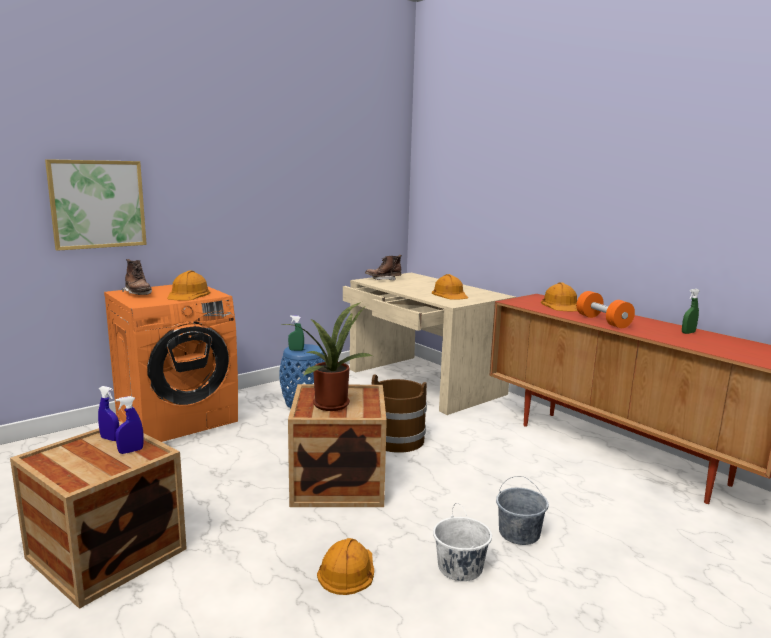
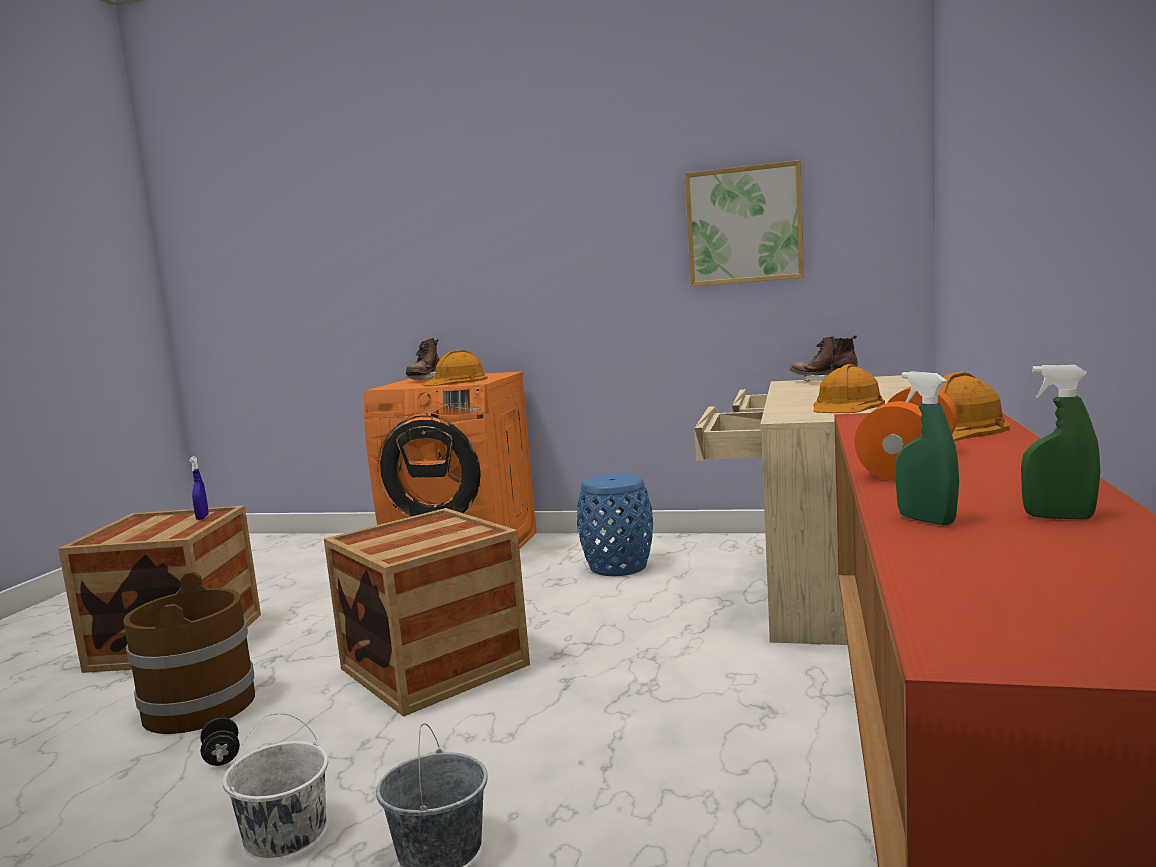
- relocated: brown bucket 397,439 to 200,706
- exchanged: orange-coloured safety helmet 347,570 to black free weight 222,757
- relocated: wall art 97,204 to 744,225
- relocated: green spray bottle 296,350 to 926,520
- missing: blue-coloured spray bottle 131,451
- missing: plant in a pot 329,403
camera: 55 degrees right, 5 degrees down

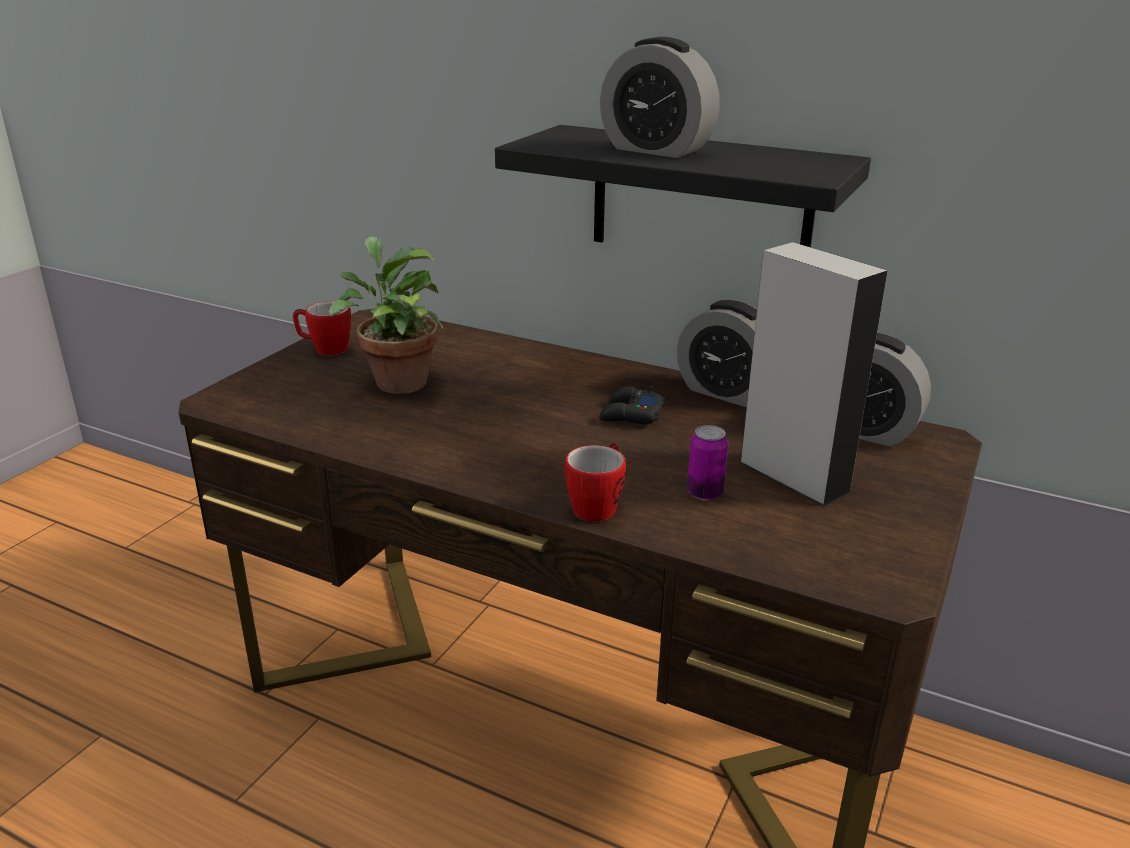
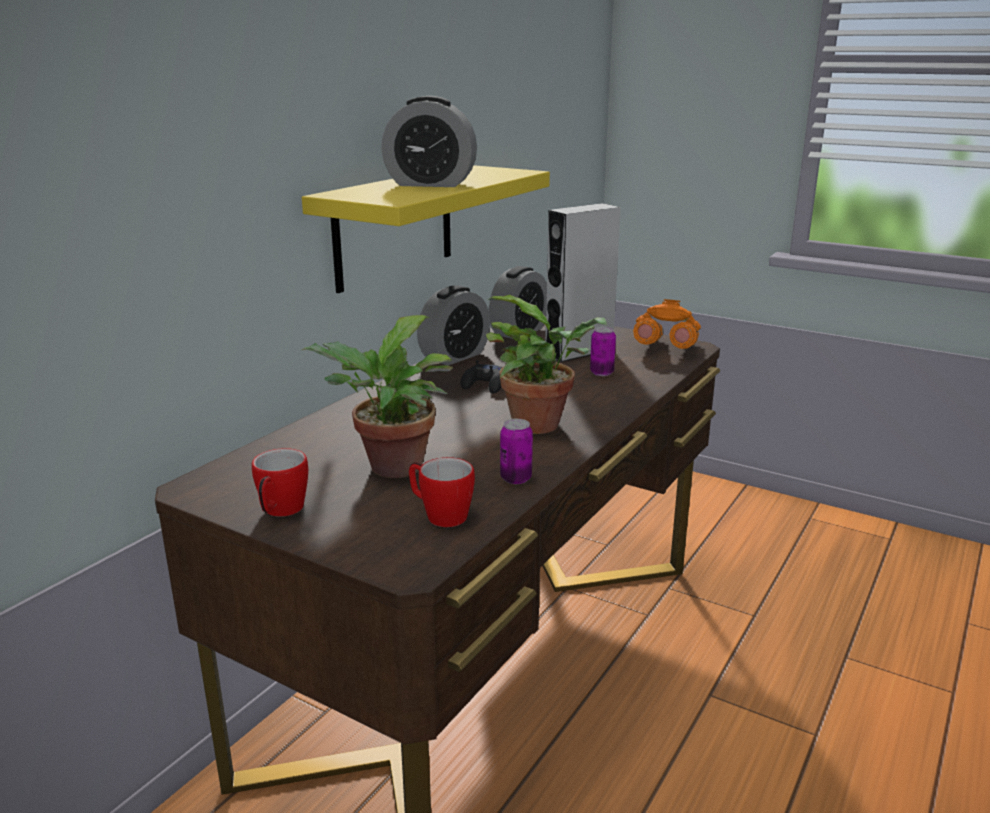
- colour: black bracket shelf 700,199 to yellow-coloured bracket shelf 394,226
- spun: bedside clock 656,150 = 430,184 60 degrees clockwise
- relocated: coffee mug 598,506 to 440,515
- appeared: plant in a pot 542,425
- appeared: can 516,478
- appeared: orange-coloured field glasses 665,349
camera: 85 degrees left, 5 degrees down

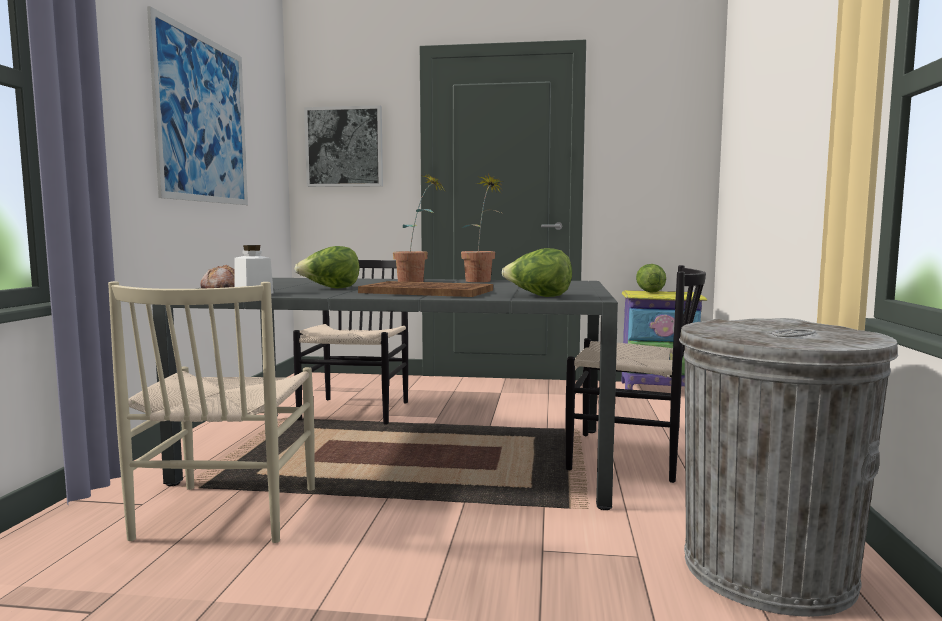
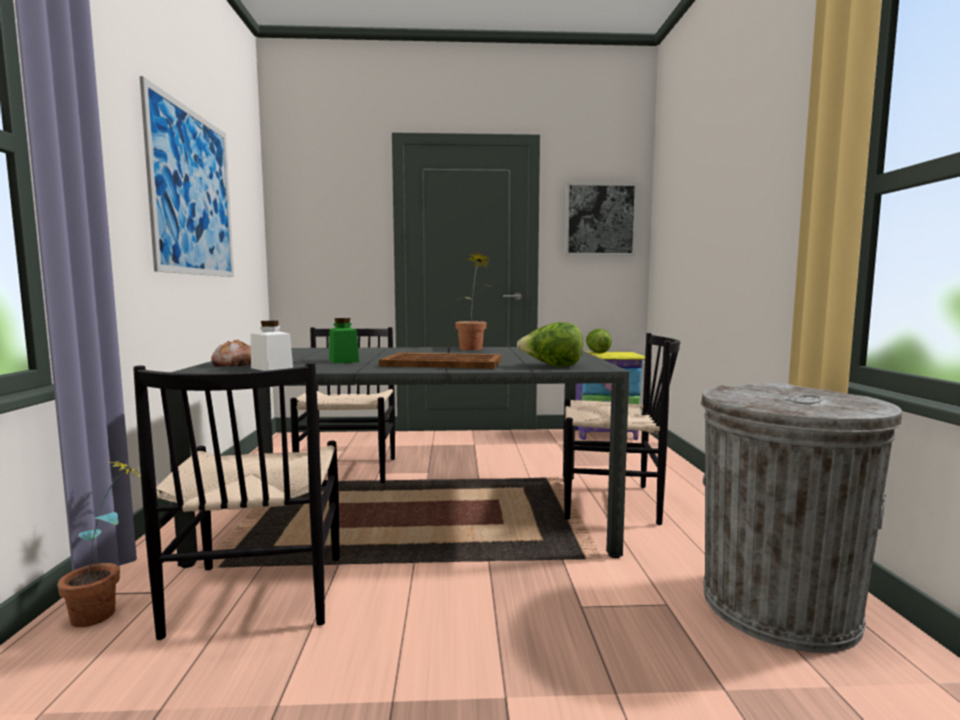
- relocated: plant in a pot 418,281 to 108,611
- colour: sand-coloured upright chair 225,517 to black upright chair 256,599
- exchanged: lettuce head 330,288 to green jar 343,361
- relocated: wall art 344,147 to 600,220
camera: 10 degrees left, 0 degrees up

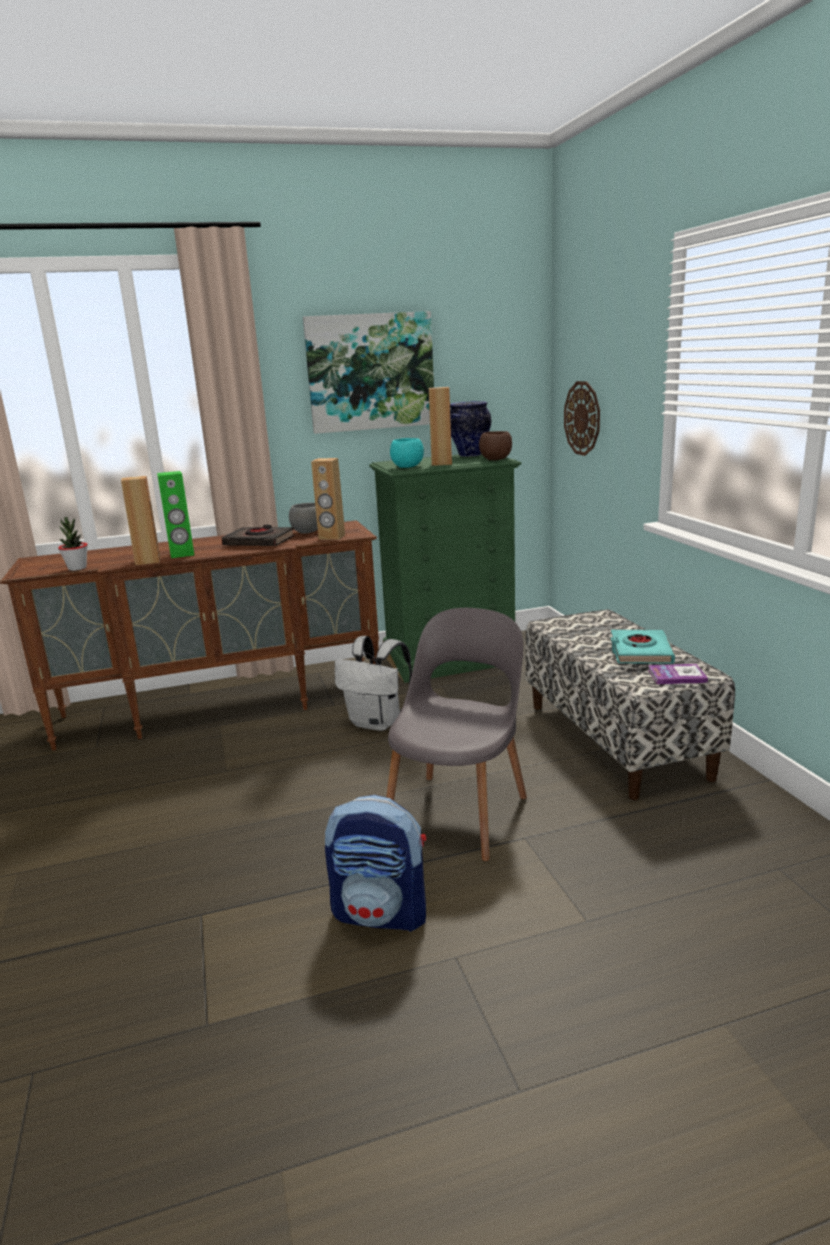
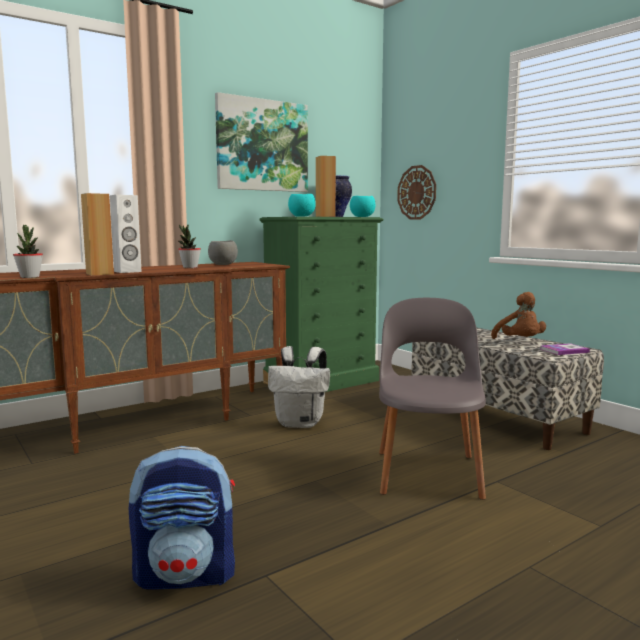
- colour: green speaker 182,554 to whitish speaker 127,271
- relocated: knapsack 381,913 to 186,575
- exchanged: black bound book 259,542 to plant in a pot 190,267
- colour: brown bowl 495,459 to turquoise bowl 362,216
- exchanged: turquoise bound book 640,652 to brown cuddly toy 520,342
- missing: brown speaker 331,537
camera: 20 degrees left, 10 degrees down

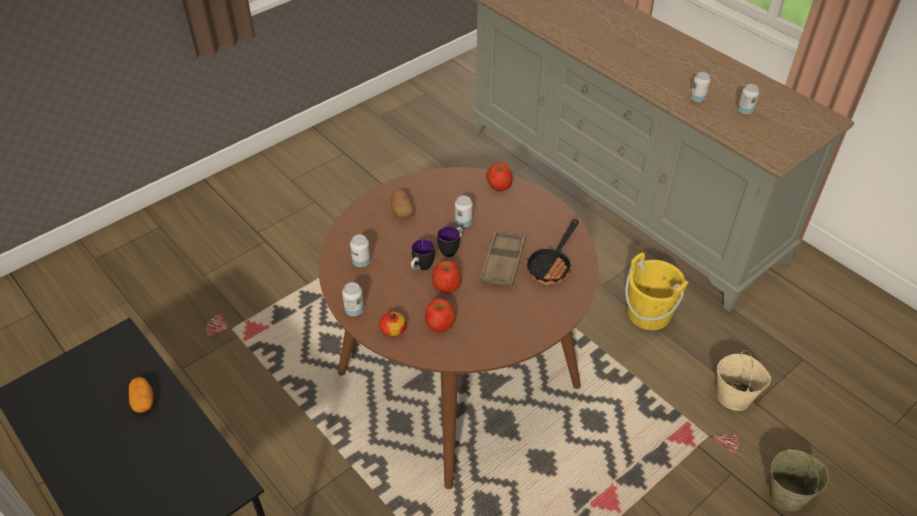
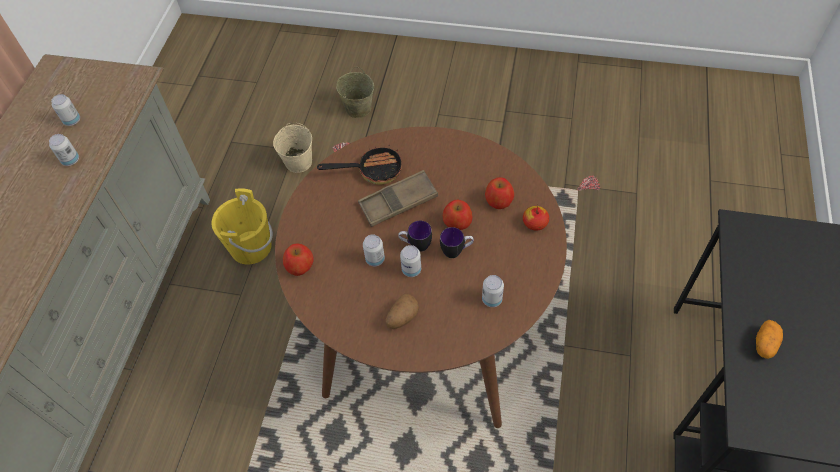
- relocated: can 354,310 to 411,270
camera: 125 degrees left, 10 degrees up

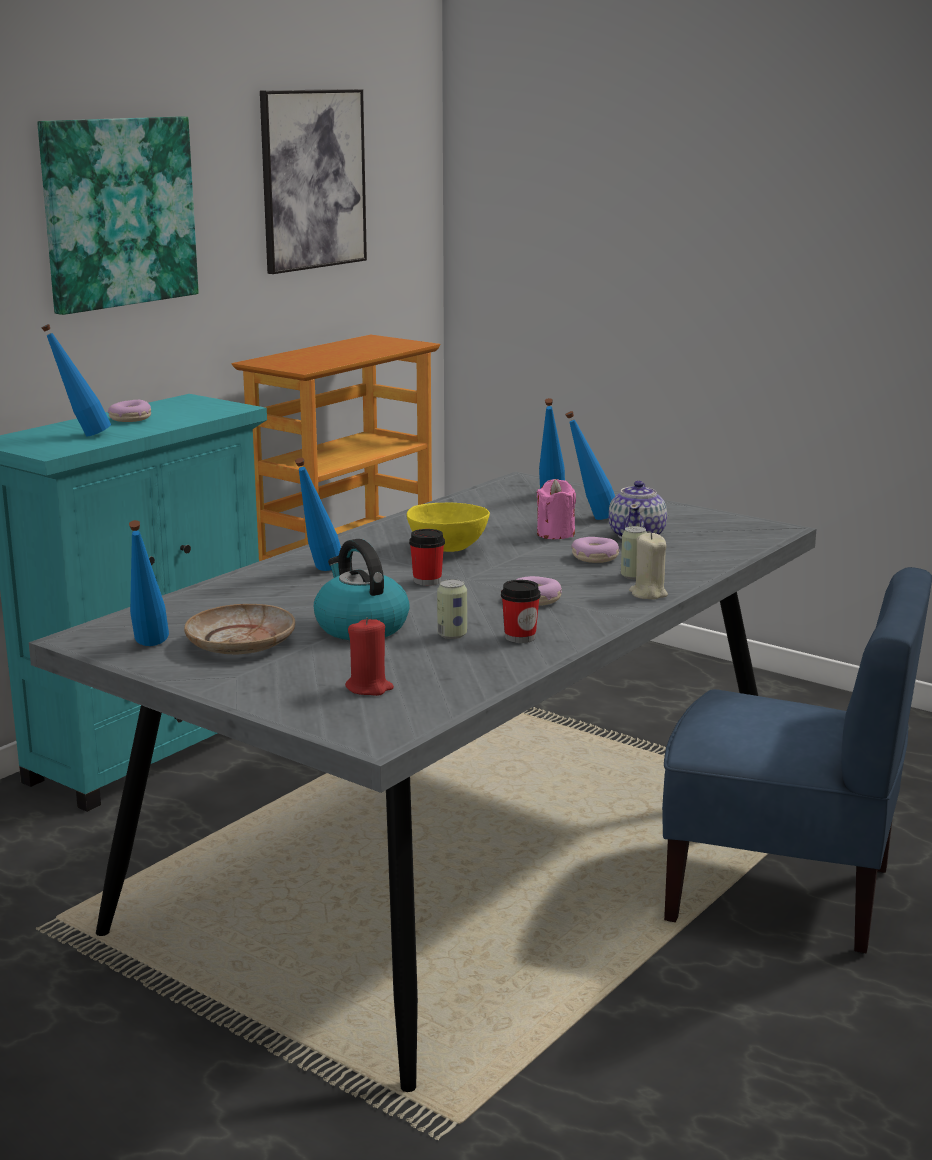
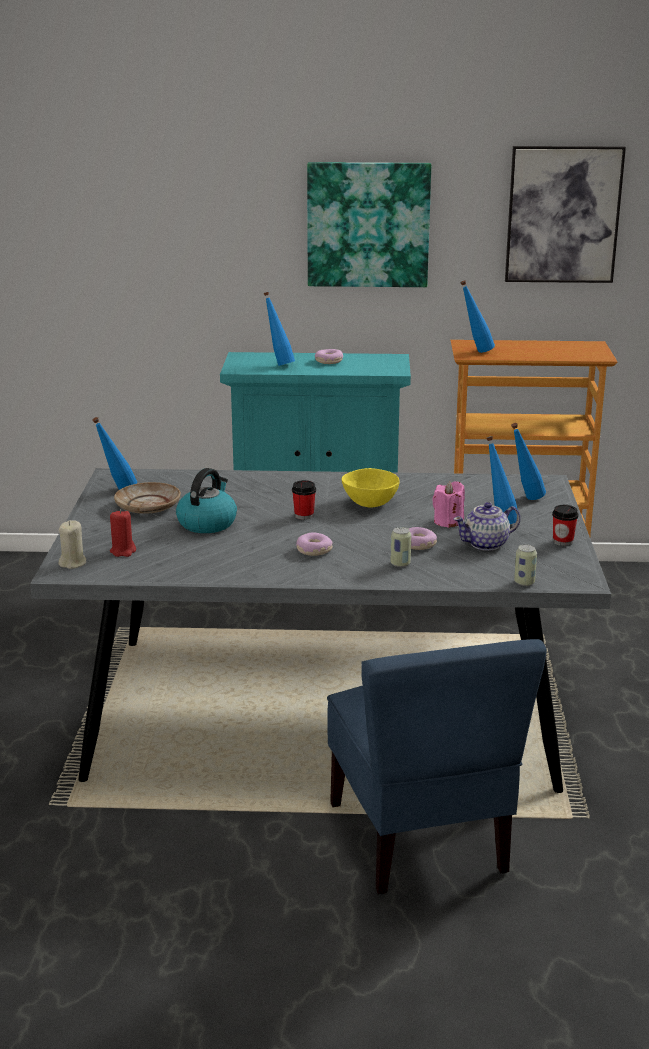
- relocated: sand-coloured wax light 648,594 to 73,563
- relocated: blue-coloured beverage bottle 319,571 to 475,352
- relocated: can 452,635 to 524,582
- relocated: cup 520,637 to 563,541
camera: 55 degrees right, 5 degrees up

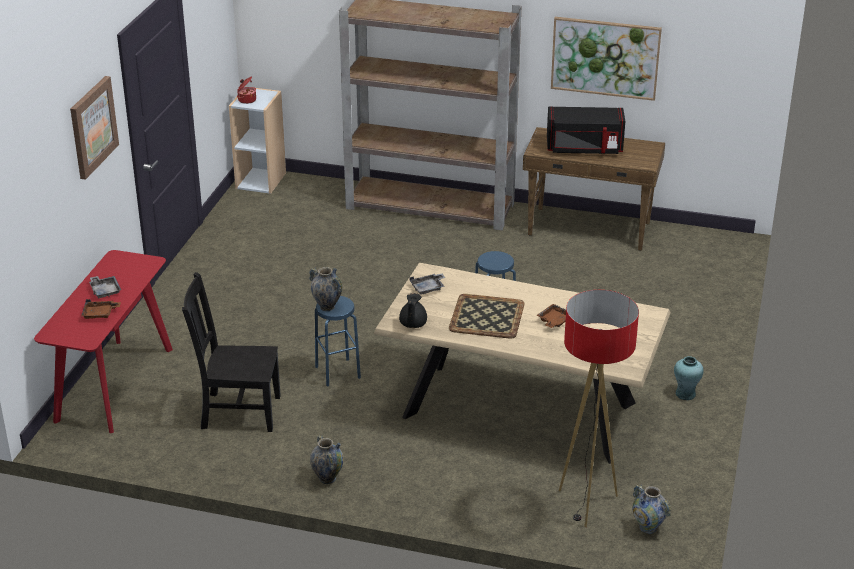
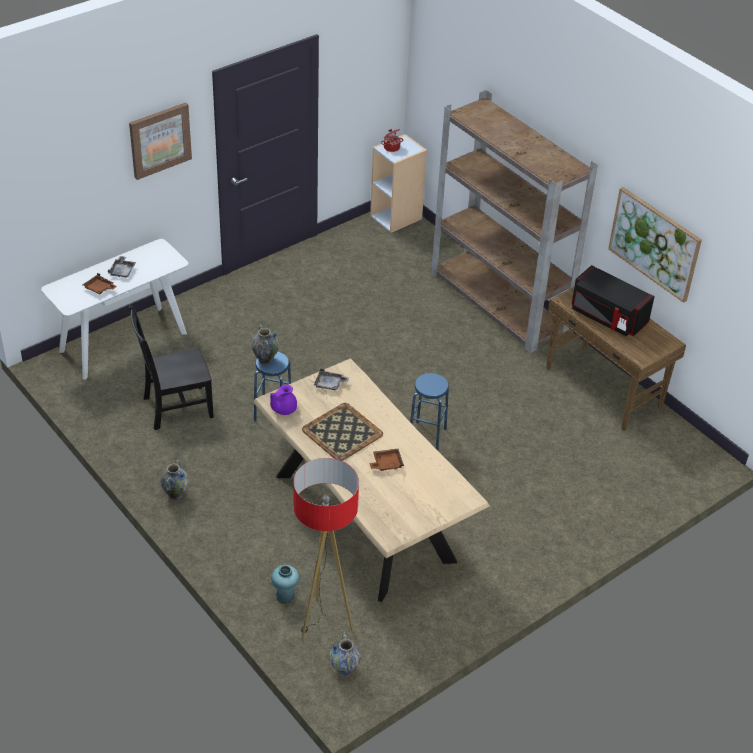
- colour: reddish narrow table 114,384 to whitish narrow table 123,341
- spun: black upright chair 237,411 = 175,407 60 degrees counterclockwise
- colour: black tea pot 412,324 to purplish tea pot 283,409
- relocated: turquoise decorative vase 685,394 to 285,595
camera: 35 degrees right, 10 degrees up

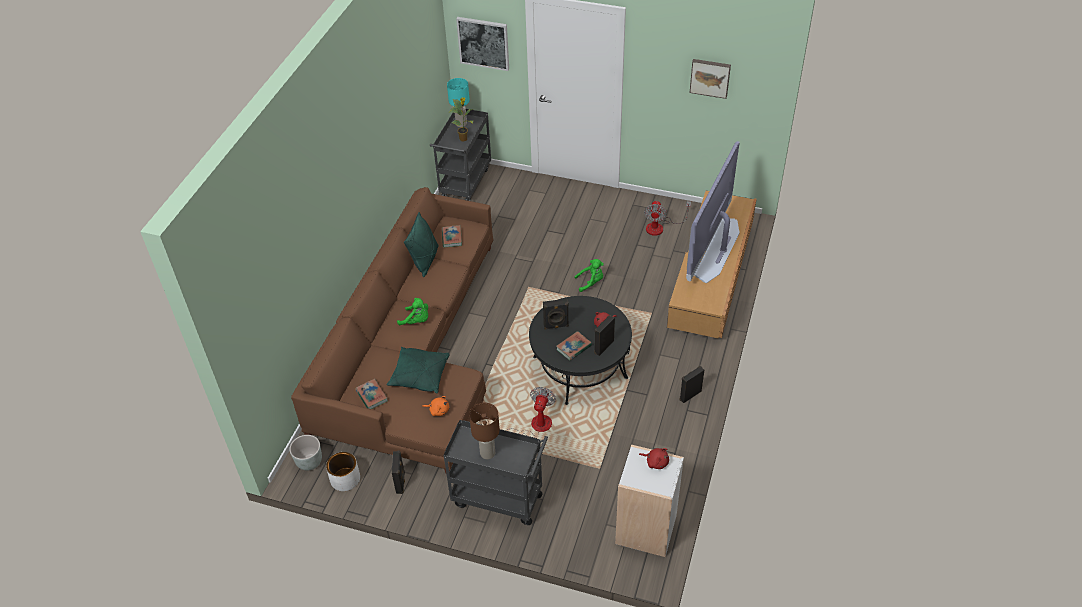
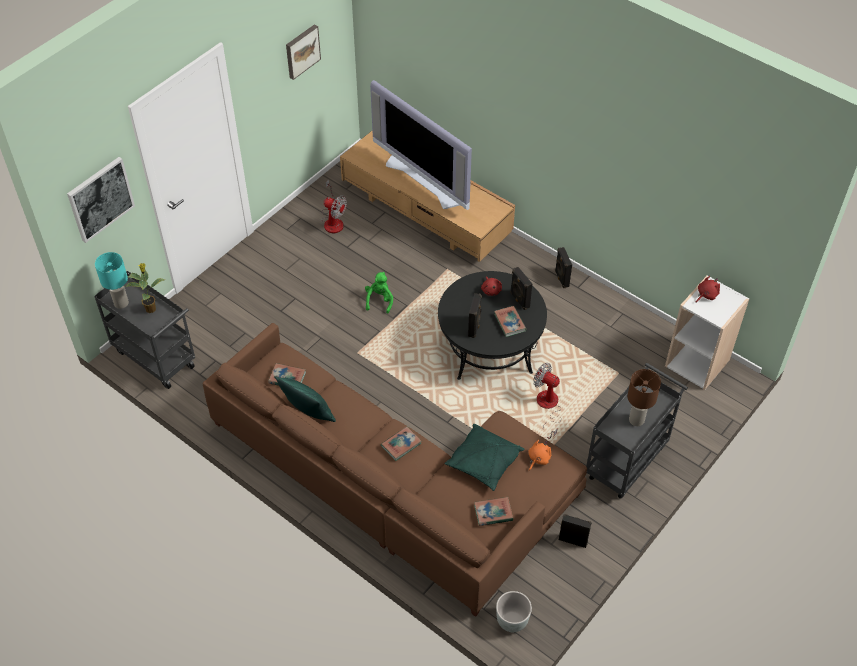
- exchanged: green cuddly toy 416,321 to bound book 401,445
- missing: whitish planter 345,479
camera: 70 degrees left, 5 degrees up

